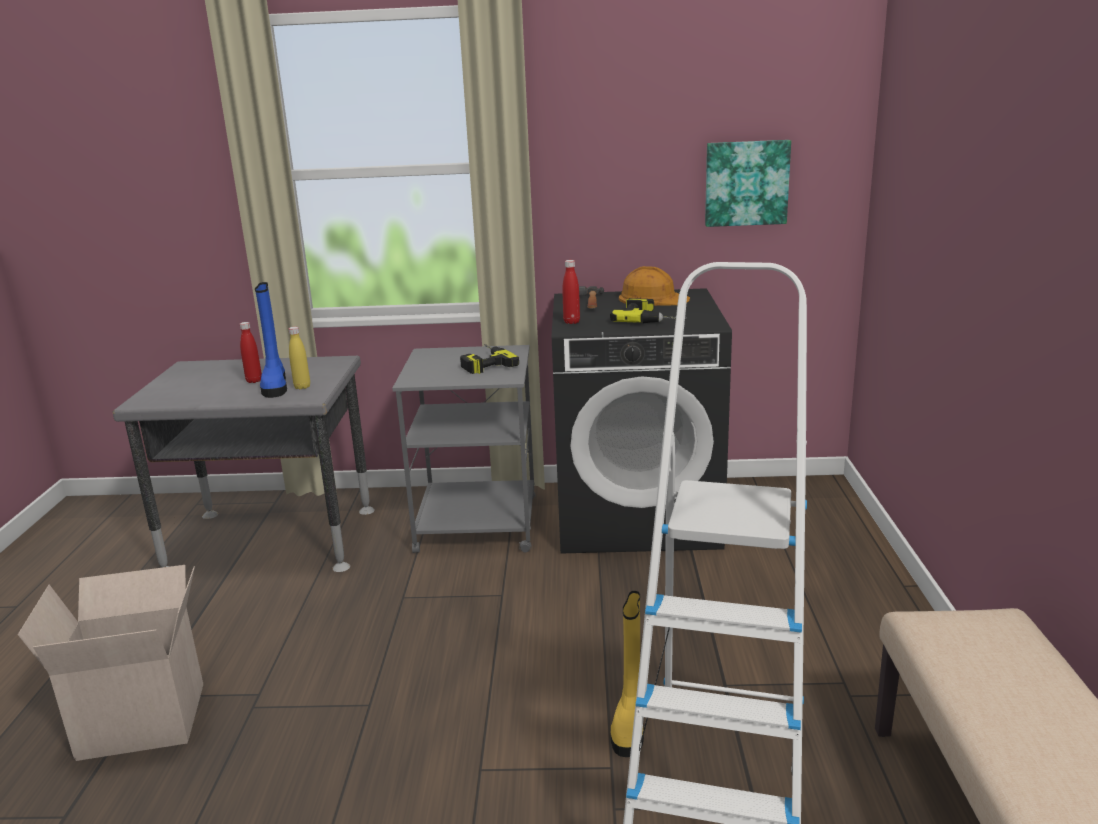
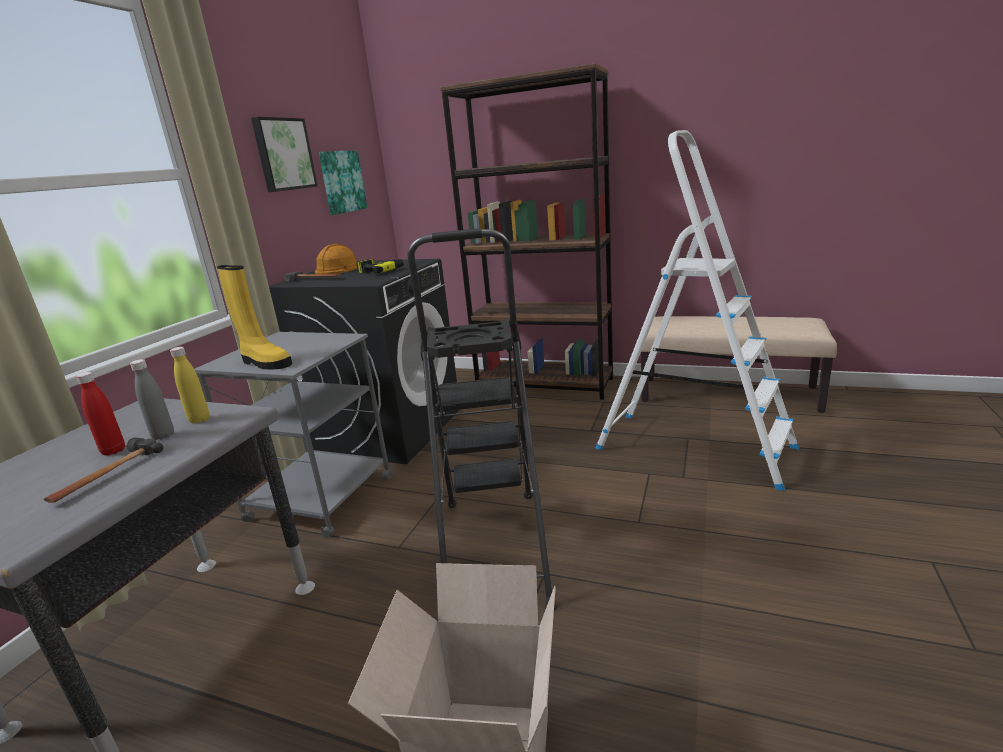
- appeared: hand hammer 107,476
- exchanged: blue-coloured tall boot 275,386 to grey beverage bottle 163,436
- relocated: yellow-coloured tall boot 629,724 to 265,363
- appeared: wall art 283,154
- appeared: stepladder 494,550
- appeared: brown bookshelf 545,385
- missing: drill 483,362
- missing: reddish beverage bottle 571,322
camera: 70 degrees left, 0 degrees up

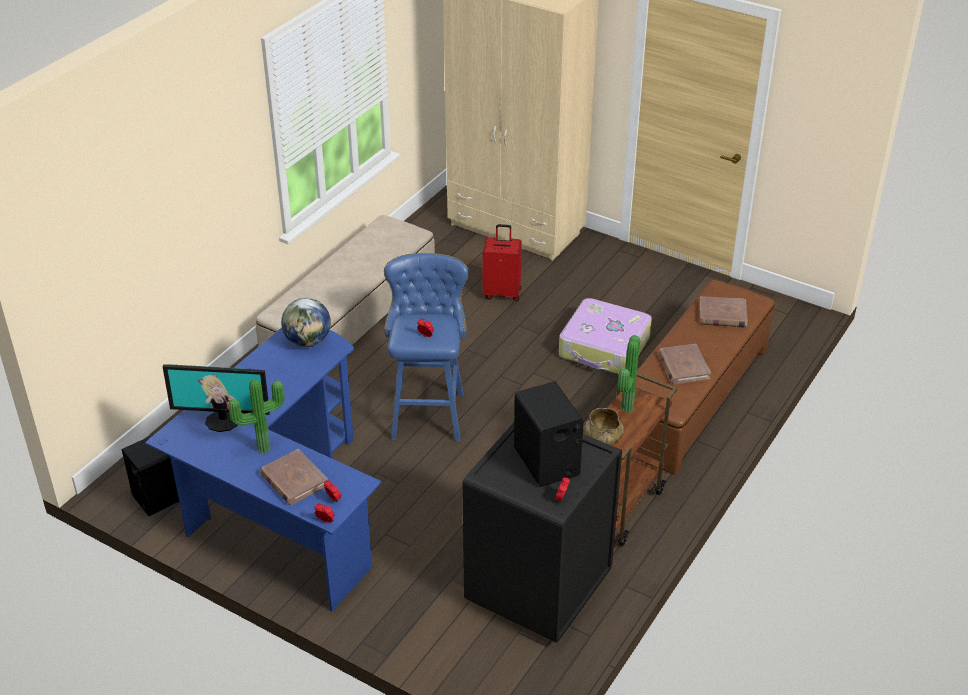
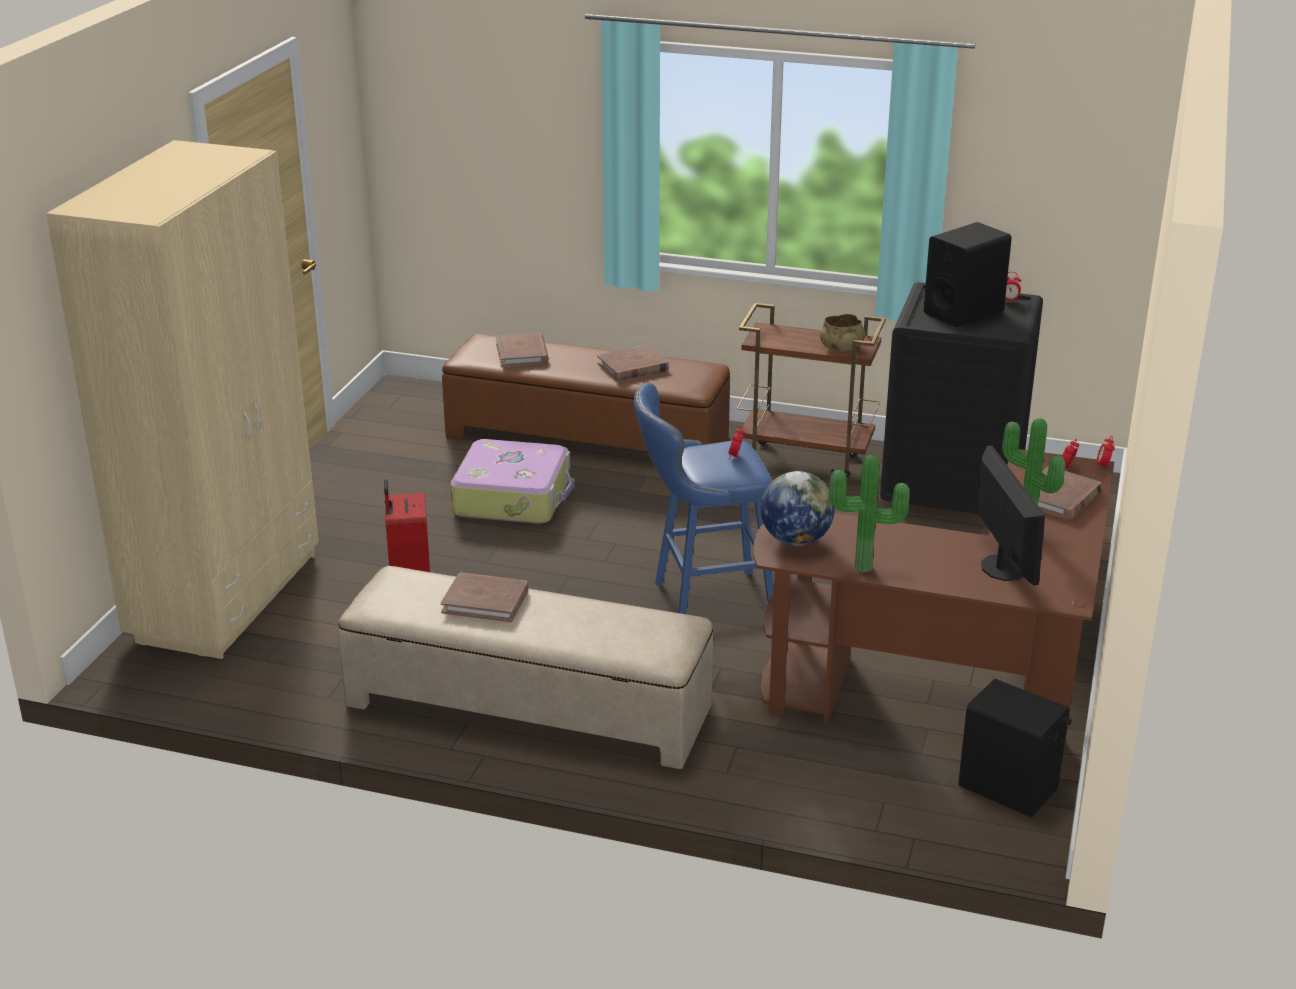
- appeared: brown bound book 485,601
- colour: blue-coloured desk unit 280,508 to brown desk unit 957,679
- relocated: plant in a pot 625,408 to 864,569
camera: 105 degrees left, 10 degrees down

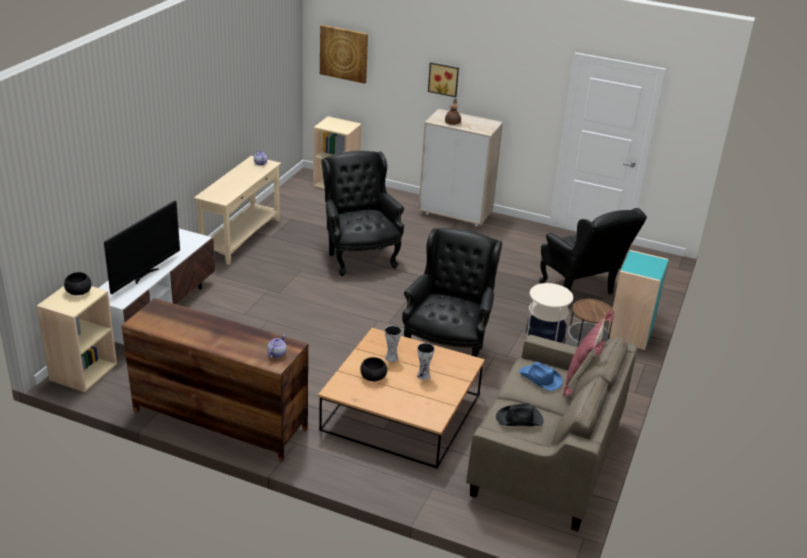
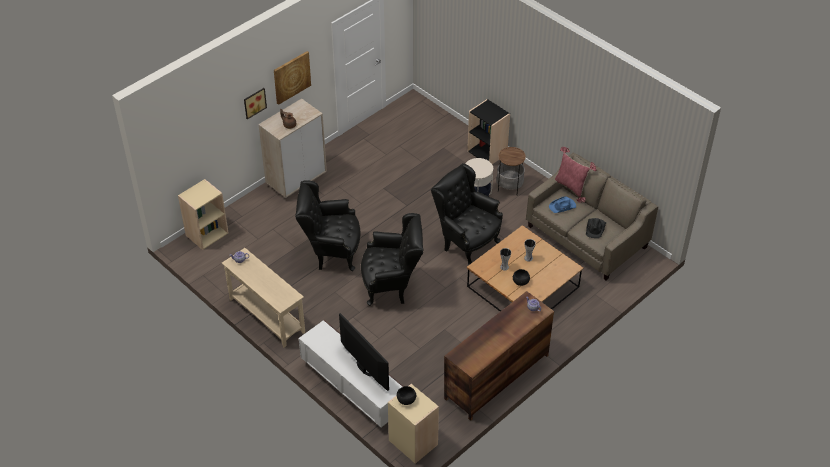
- relocated: wall art 344,53 to 291,77
- relocated: black easy chair 581,292 to 391,287
- colour: turquoise bookshelf 630,333 to black bookshelf 487,152
camera: 65 degrees left, 15 degrees up

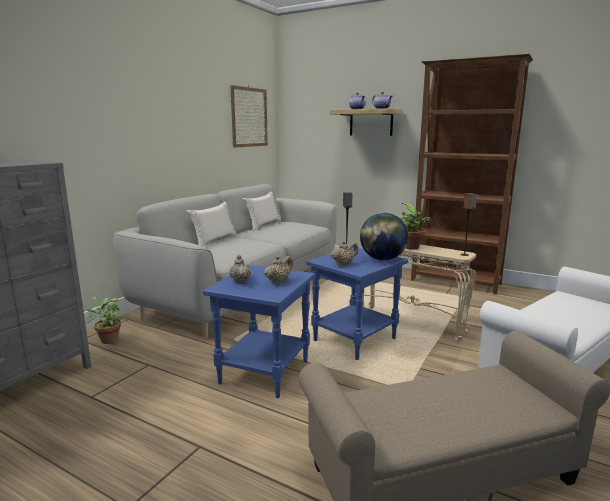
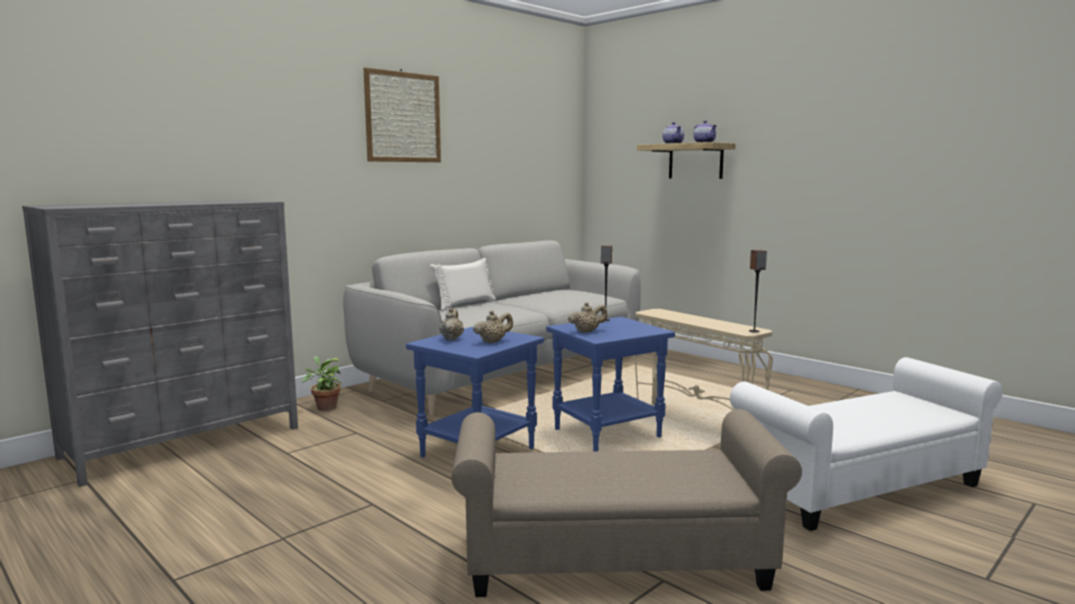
- relocated: wall art 249,116 to 403,116
- missing: whitish pillow 263,225
- missing: desk globe 382,259
- missing: plant in a pot 412,248
- missing: brown bookshelf 456,282
camera: 15 degrees right, 5 degrees down

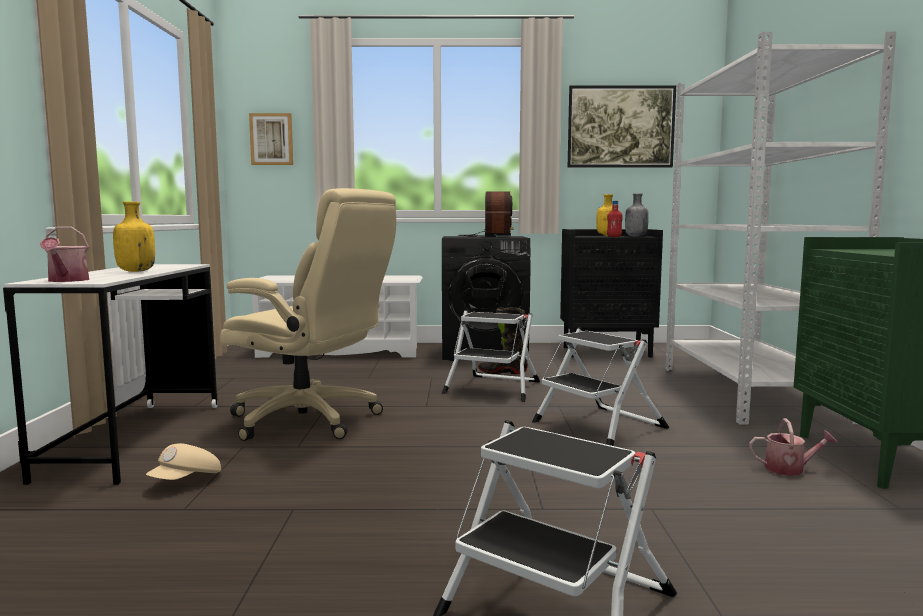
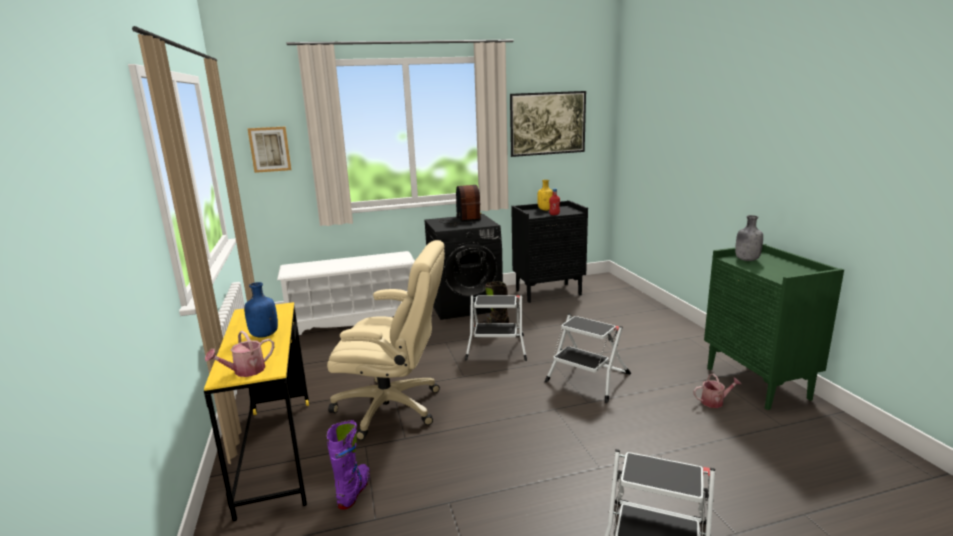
- colour: whitish desk unit 136,439 to yellow-coloured desk unit 276,453
- spun: sprinkling can 66,280 = 245,371 75 degrees clockwise
- colour: yellow-coloured beverage bottle 135,271 to blue-coloured beverage bottle 263,335
- exchanged: sand-coloured peaked cap 186,481 to purplish tall boot 354,491
- relocated: grey beverage bottle 635,236 to 746,260
- missing: whitish bookshelf 749,392
camera: 15 degrees left, 10 degrees up

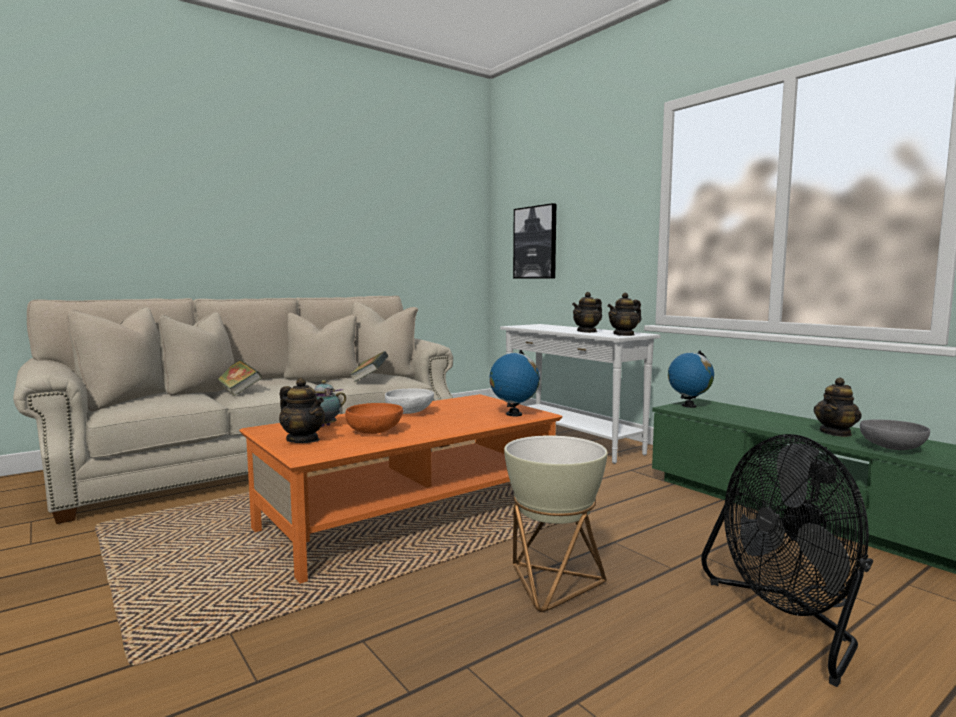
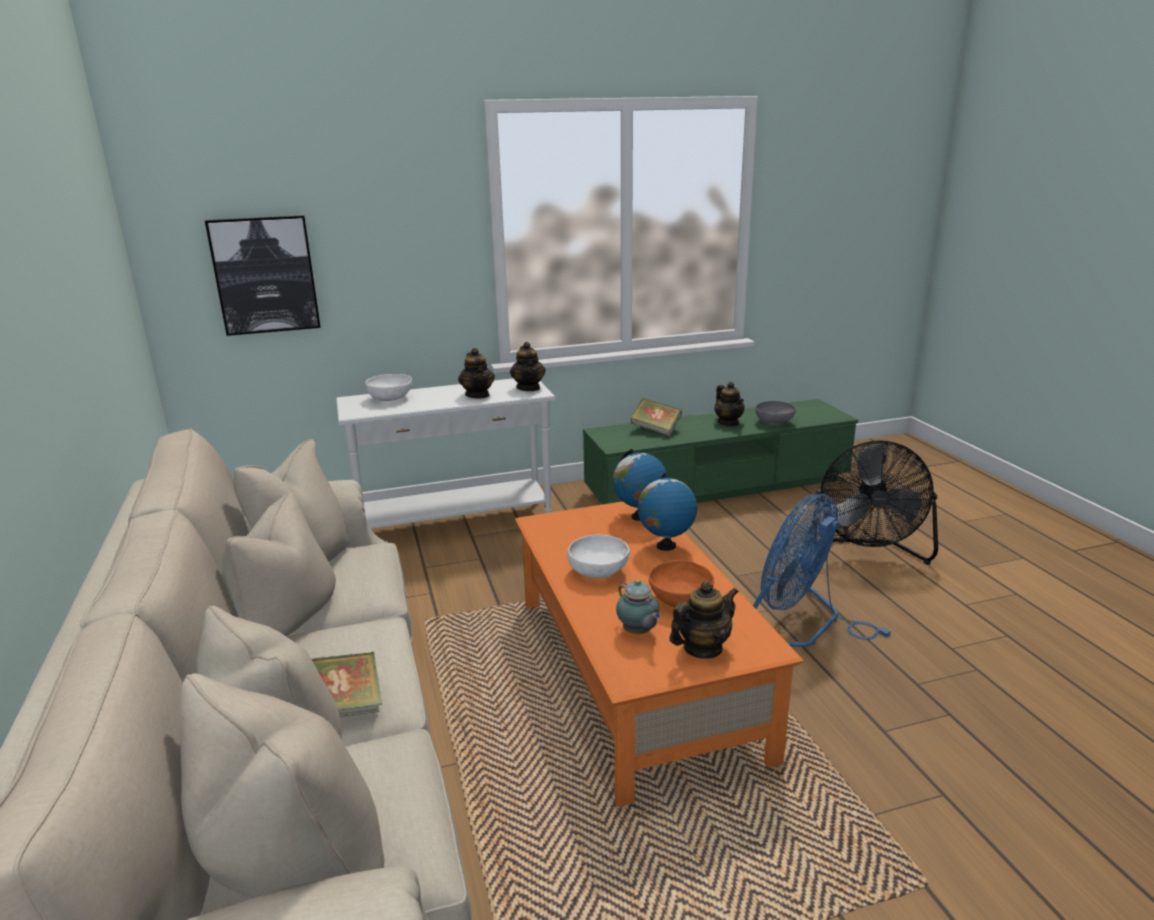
- appeared: whitish bowl 390,398
- relocated: bound book 369,379 to 656,430
- relocated: desk globe 689,406 to 665,546
- exchanged: planter 552,587 to blue-coloured cooling fan 808,623
camera: 70 degrees left, 15 degrees up

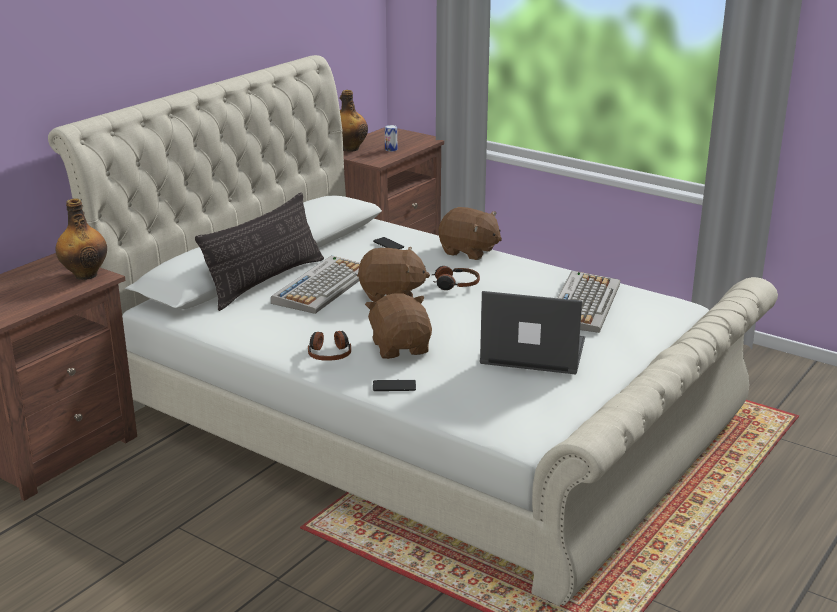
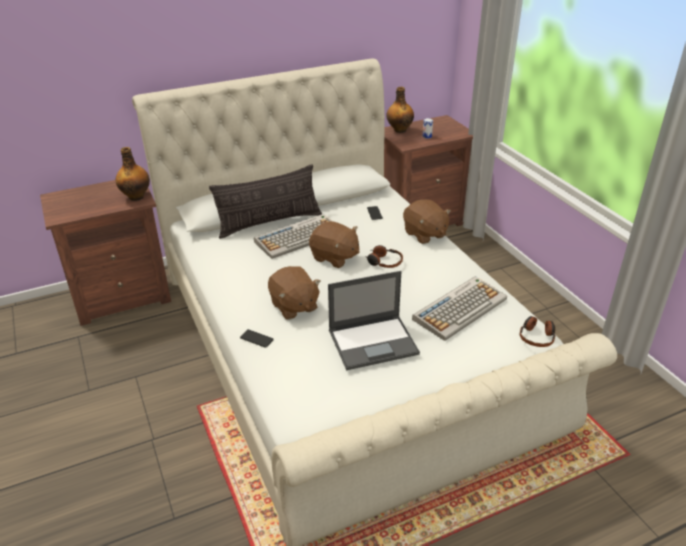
- spun: brown cuddly toy 401,348 = 294,306 135 degrees clockwise
- spun: laptop 531,351 = 374,342 120 degrees clockwise
- relocated: pair of headphones 329,353 to 537,336
camera: 30 degrees right, 10 degrees up

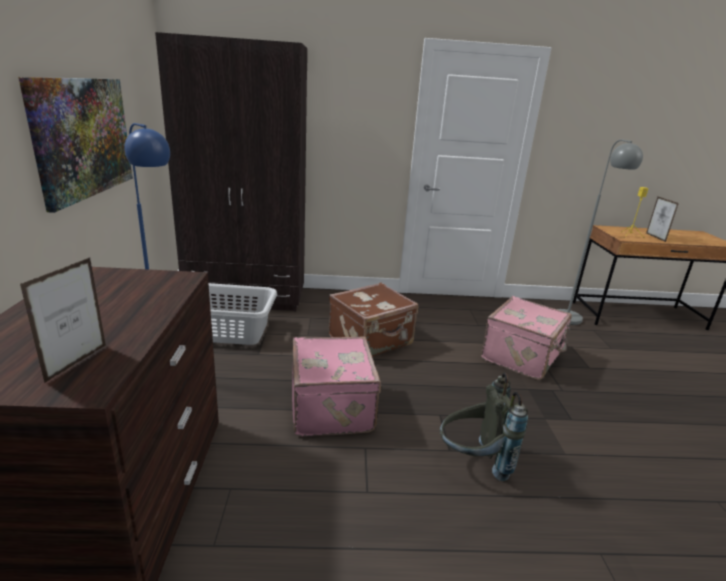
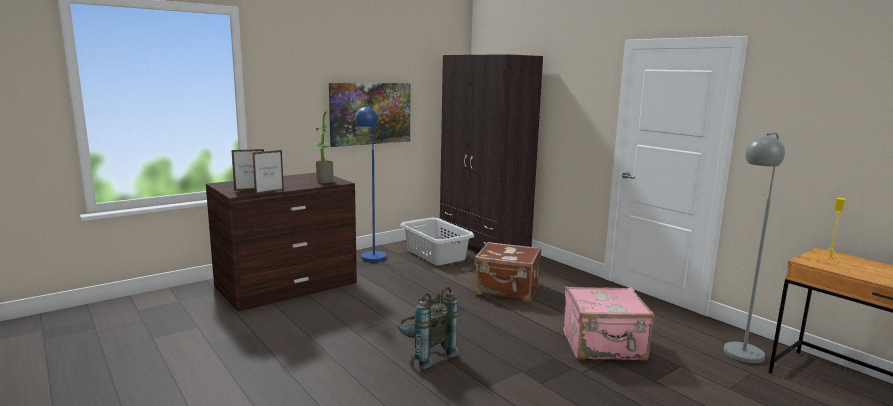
- relocated: standing frame 655,237 to 269,192
- appeared: plant in a pot 322,181
- missing: pink suitcase 333,407
camera: 55 degrees right, 10 degrees down

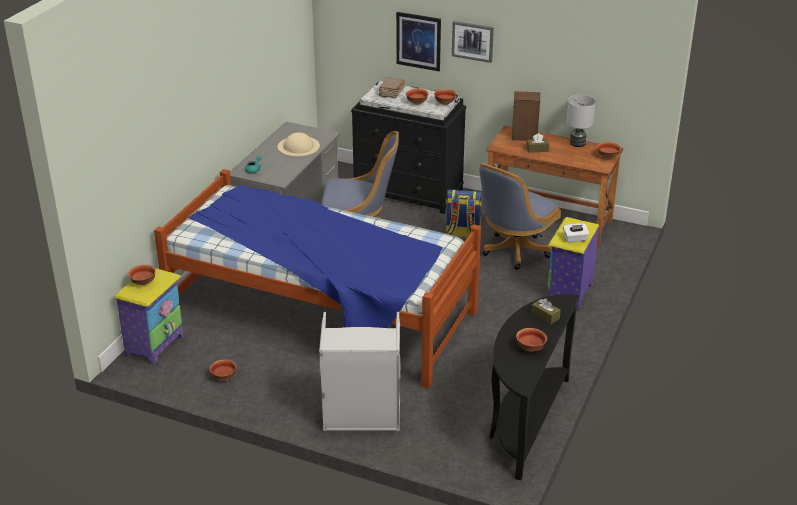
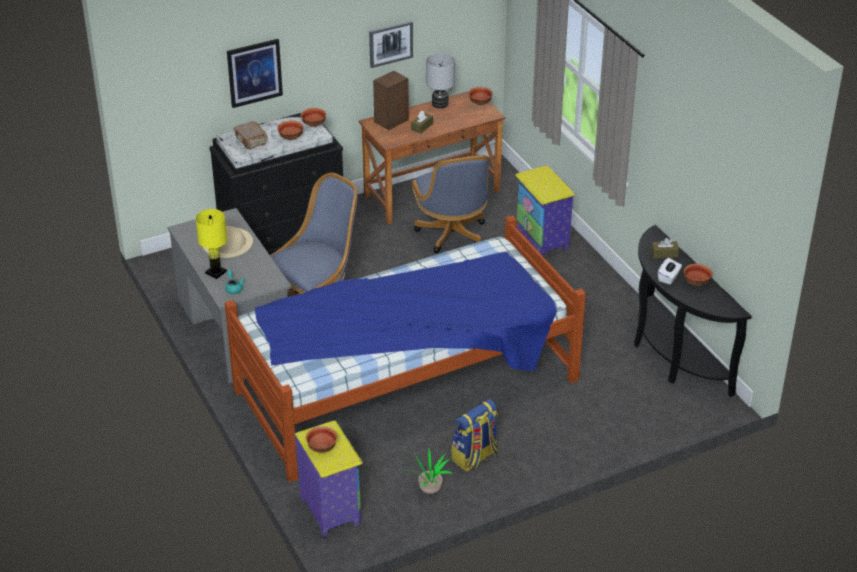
- appeared: yellow-coloured lamp for a table 216,272
- relocated: wall art 472,41 to 390,43
- exchanged: bowl 223,377 to plant in a pot 429,489
- relocated: knapsack 462,234 to 475,457
- relocated: whitish tissue holder 575,239 to 668,277
- missing: grey washing basket 361,417
camera: 50 degrees left, 5 degrees up

